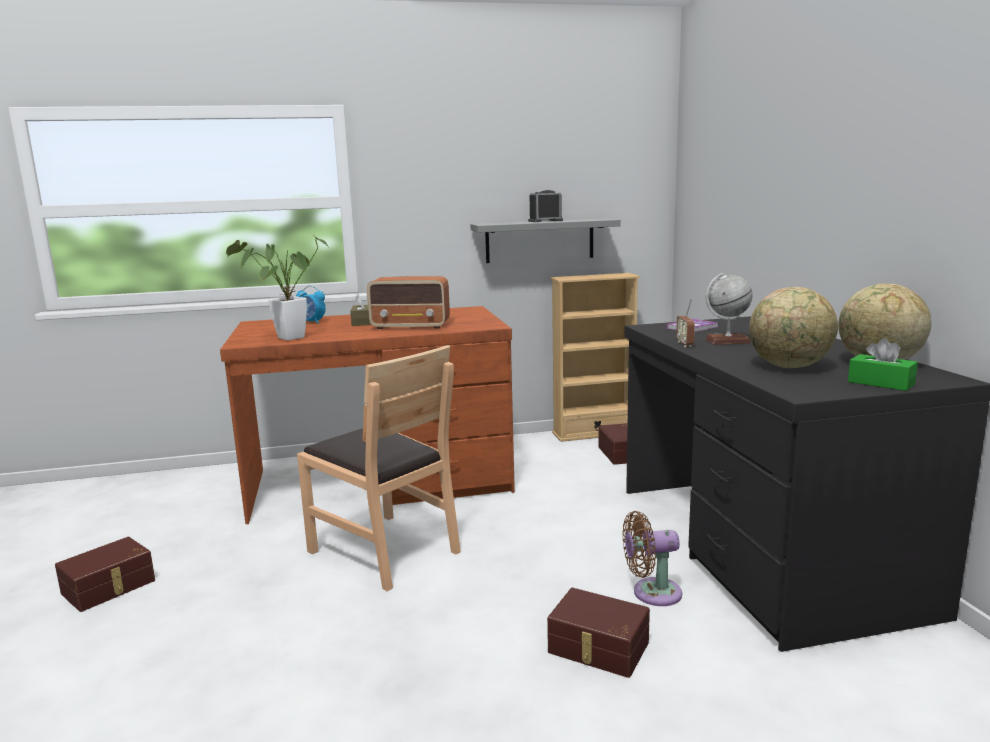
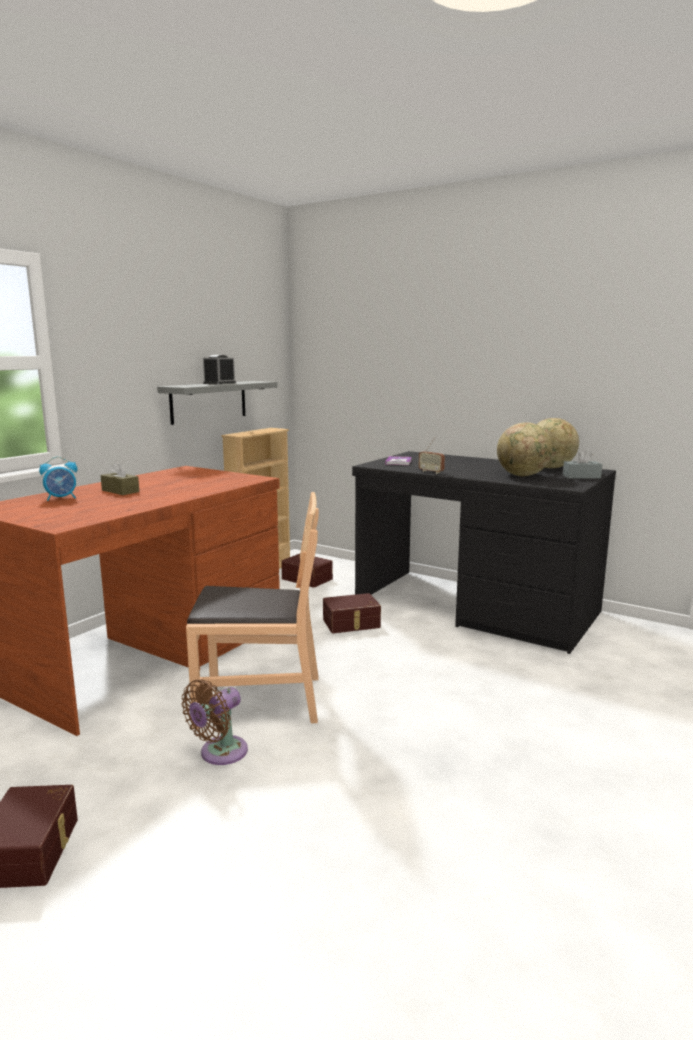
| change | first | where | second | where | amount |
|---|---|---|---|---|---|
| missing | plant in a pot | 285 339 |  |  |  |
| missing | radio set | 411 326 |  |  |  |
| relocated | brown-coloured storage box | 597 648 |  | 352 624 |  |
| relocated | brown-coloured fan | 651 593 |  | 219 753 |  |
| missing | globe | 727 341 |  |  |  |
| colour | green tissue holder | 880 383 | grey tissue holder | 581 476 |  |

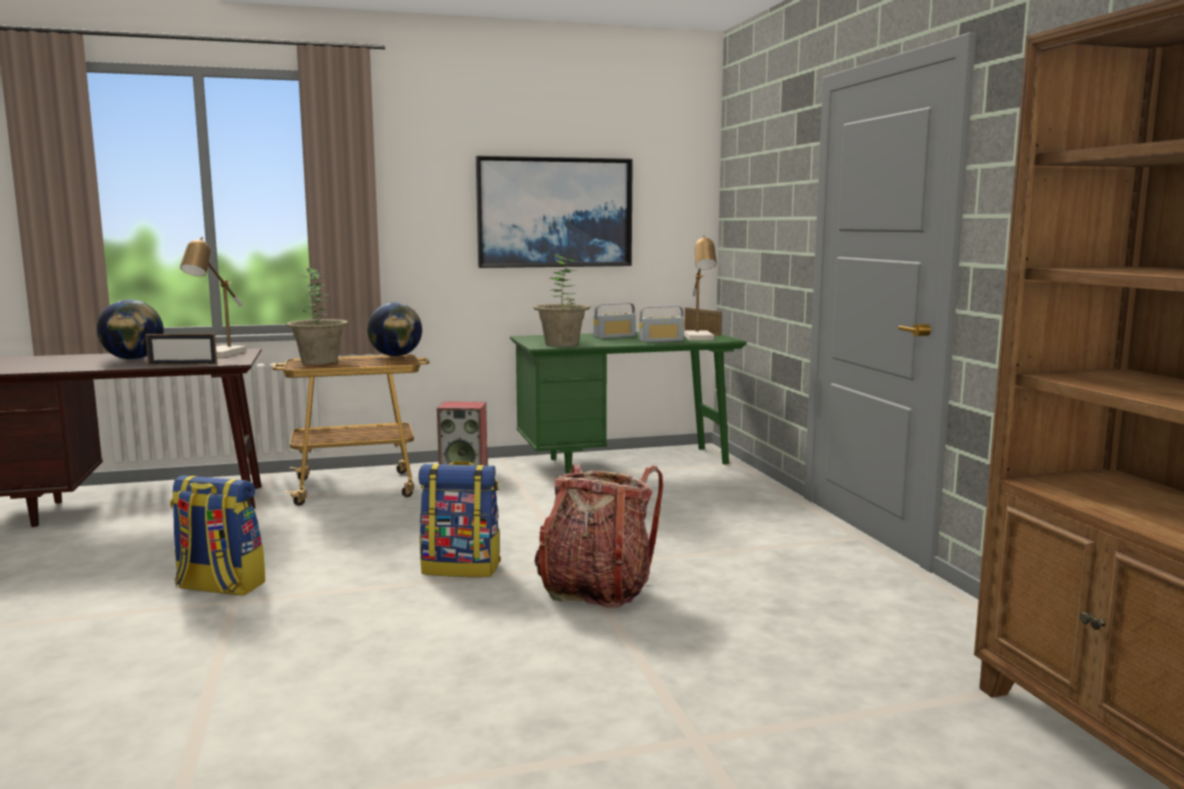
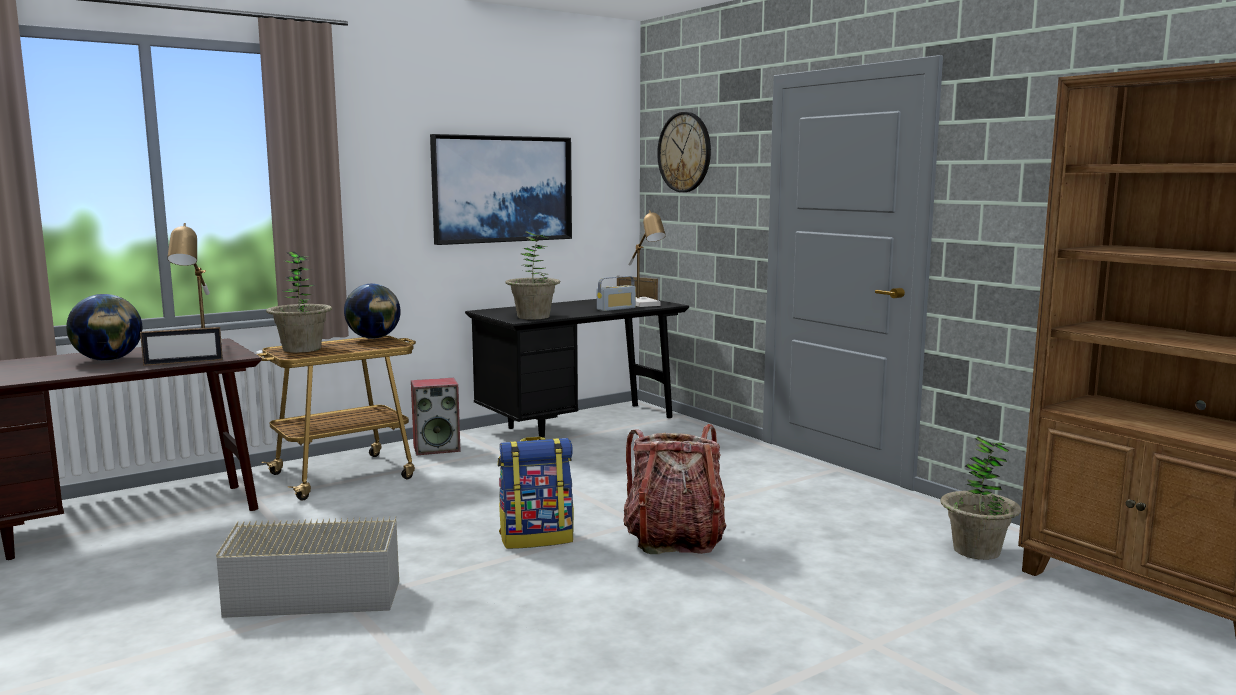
| change | first | where | second | where | amount |
|---|---|---|---|---|---|
| exchanged | backpack | 219 587 | grey storage box | 315 590 |  |
| colour | green desk table | 624 462 | black-coloured desk table | 580 424 |  |
| missing | radio set | 614 336 |  |  |  |
| appeared |  |  | wall clock | 684 152 |  |
| appeared |  |  | plant in a pot | 976 551 |  |

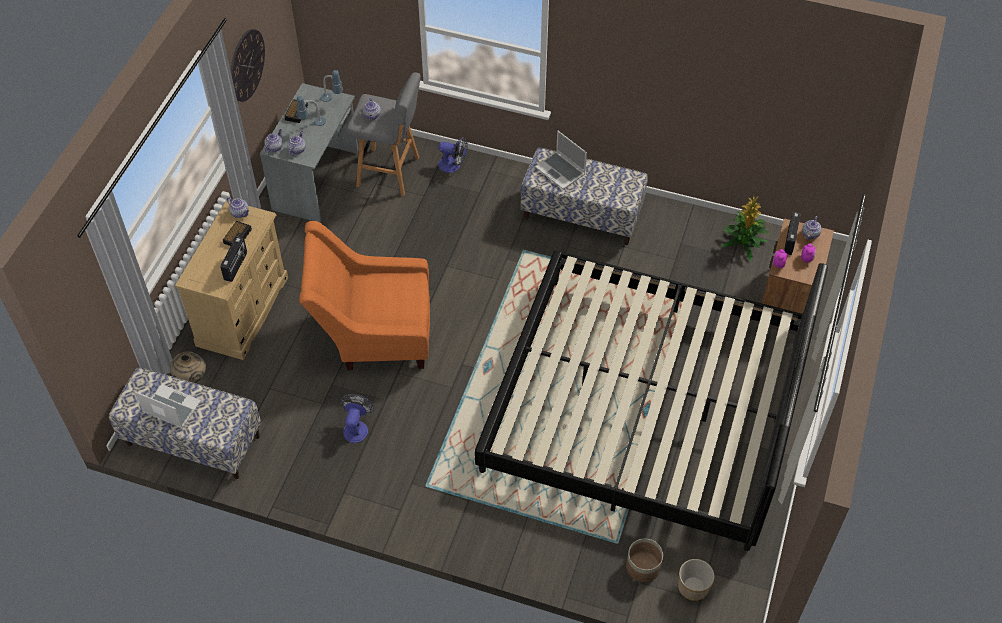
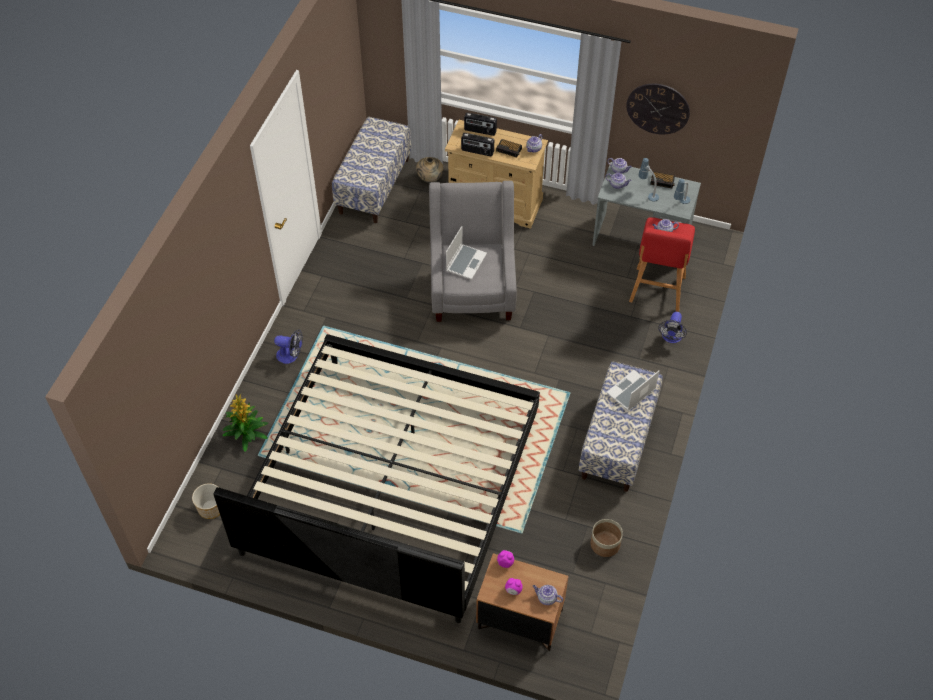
| change | first | where | second | where | amount |
|---|---|---|---|---|---|
| relocated | laptop | 171 408 |  | 466 262 |  |
| colour | orange-coloured lounge chair | 373 334 | grey lounge chair | 472 287 |  |
| relocated | fan | 356 427 |  | 291 356 |  |
| colour | grey sitting stool | 390 172 | reddish sitting stool | 657 291 |  |
| relocated | planter | 643 567 |  | 605 544 |  |
| relocated | plant in a pot | 743 242 |  | 247 433 |  |
| relocated | radio set | 790 240 |  | 480 131 |  |

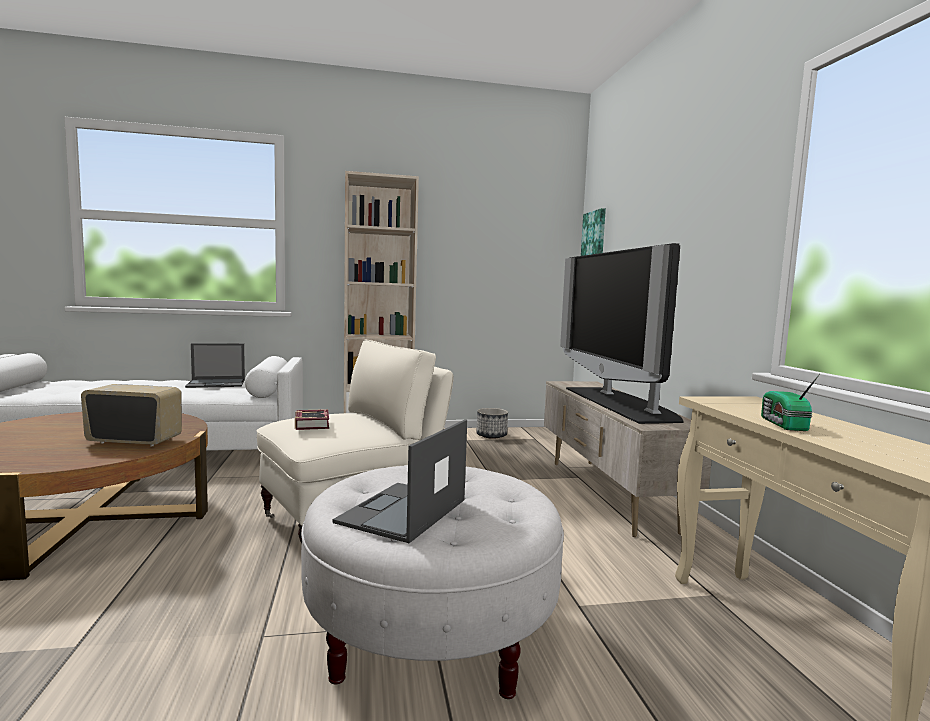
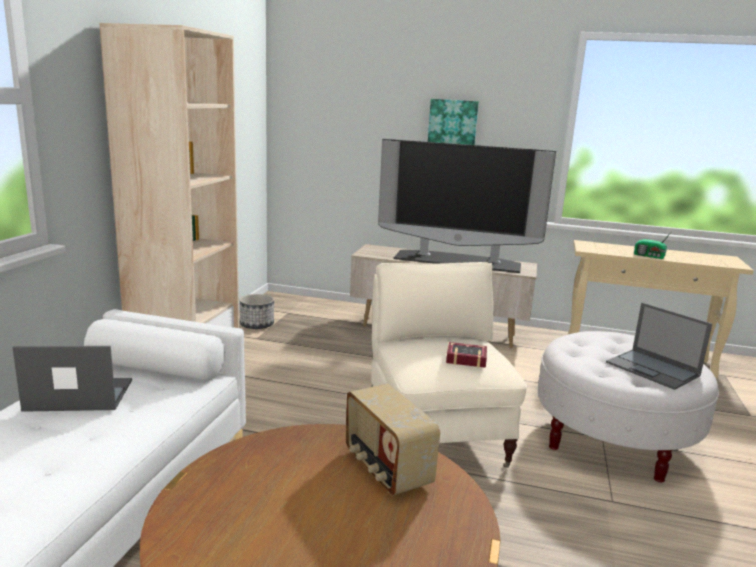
| change | first | where | second | where | amount |
|---|---|---|---|---|---|
| spun | radio set | 135 441 |  | 386 469 | 60 degrees counterclockwise |
| spun | laptop | 217 383 |  | 78 395 | 105 degrees counterclockwise |
| relocated | wall art | 594 234 |  | 453 124 |  |

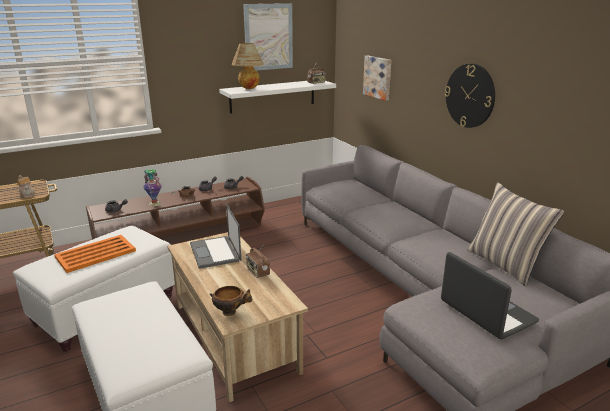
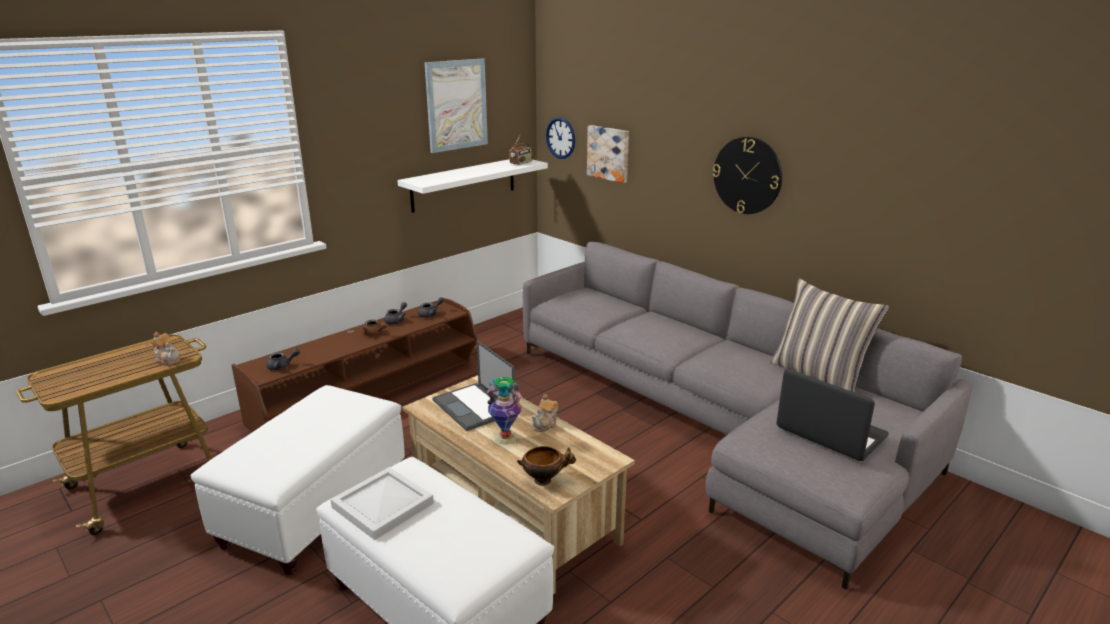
| change | first | where | second | where | amount |
|---|---|---|---|---|---|
| missing | orange-coloured tray | 95 254 |  |  |  |
| relocated | vase | 154 204 |  | 505 438 |  |
| missing | table lamp | 248 89 |  |  |  |
| exchanged | radio set | 257 272 | pot for tea | 545 424 |  |
| appeared |  |  | whitish tray | 382 506 |  |
| appeared |  |  | wall clock | 561 138 |  |

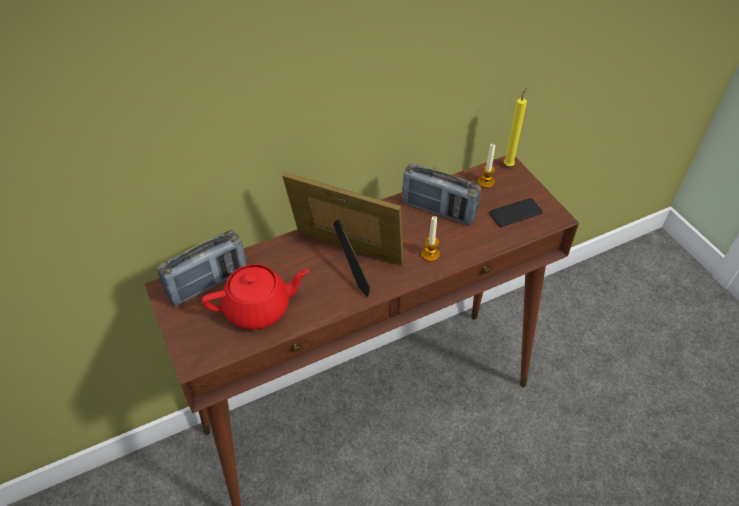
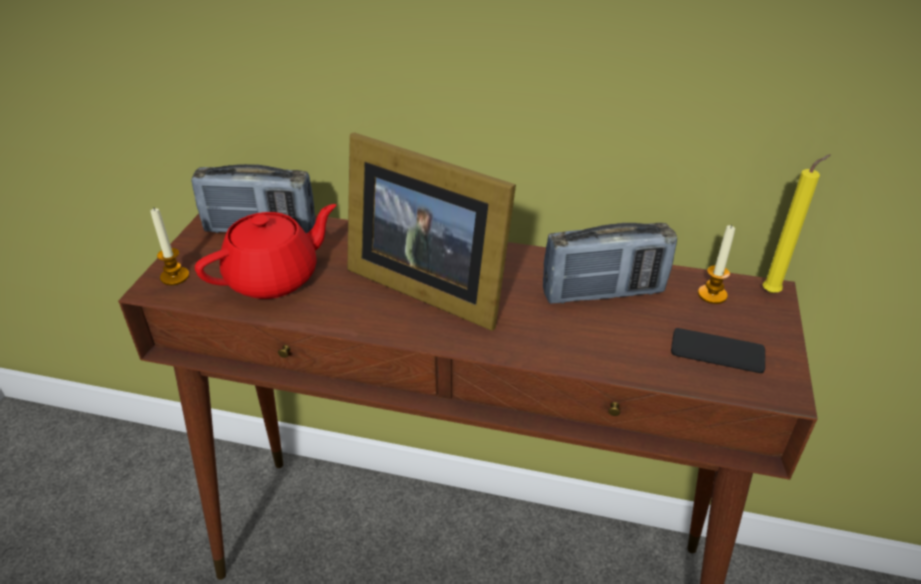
| change | first | where | second | where | amount |
|---|---|---|---|---|---|
| spun | reddish pot for tea | 259 308 |  | 274 278 | 60 degrees counterclockwise |
| spun | photo frame | 347 259 |  | 426 283 | 150 degrees clockwise |
| spun | radio set | 438 210 |  | 603 292 | 75 degrees counterclockwise |
| relocated | wax light | 430 254 |  | 175 277 |  |

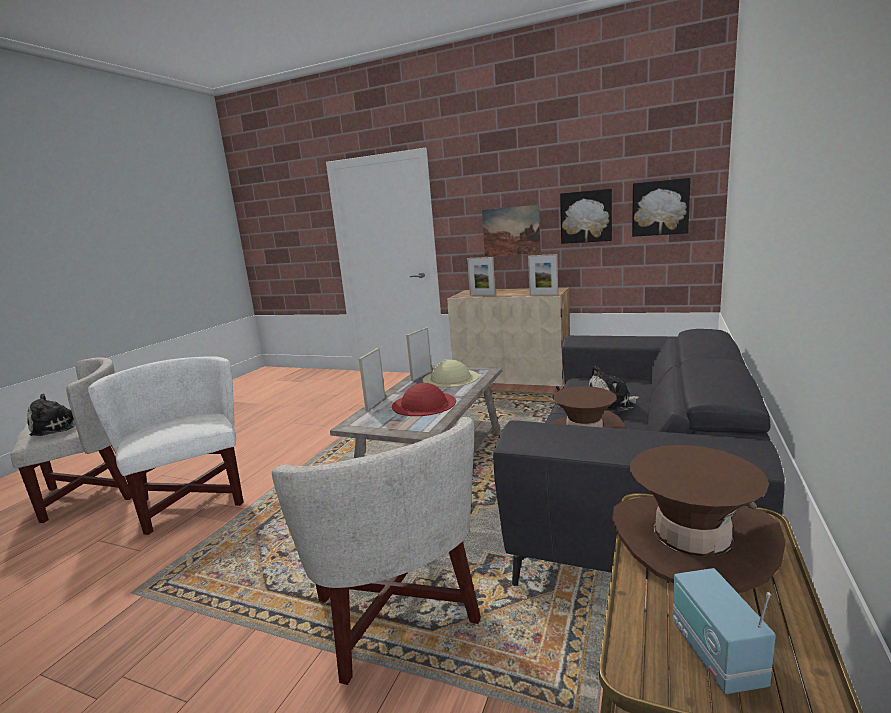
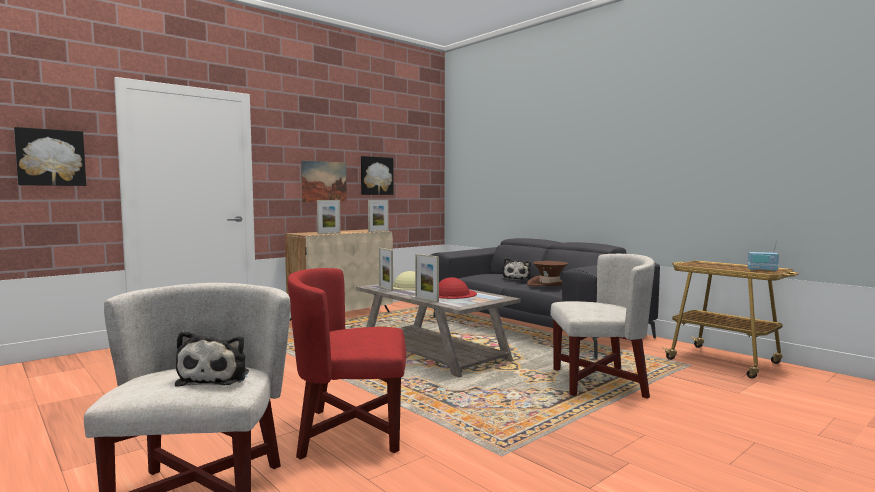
| change | first | where | second | where | amount |
|---|---|---|---|---|---|
| colour | whitish lounge chair | 193 501 | reddish lounge chair | 351 431 |  |
| missing | brown-coloured clothing hat | 692 540 |  |  |  |
| relocated | wall art | 660 208 |  | 51 157 |  |

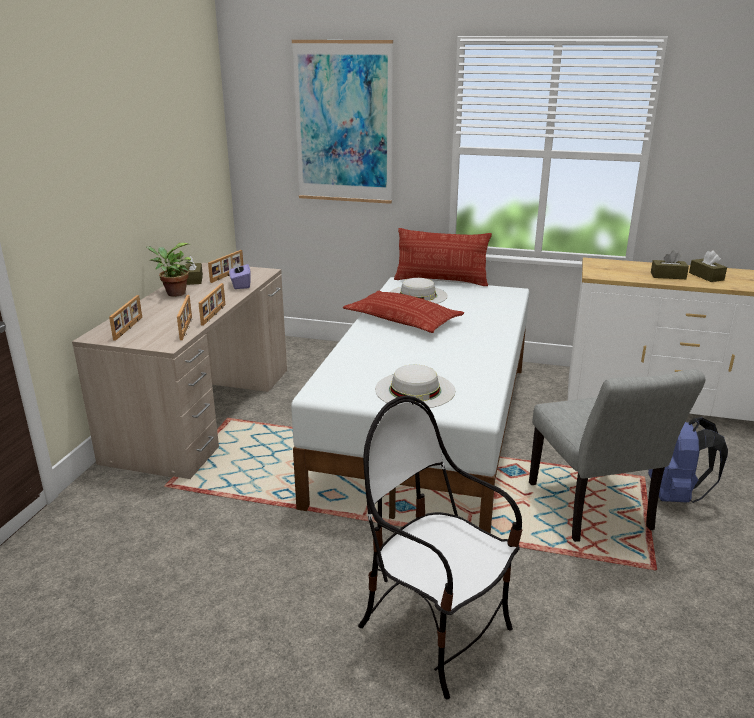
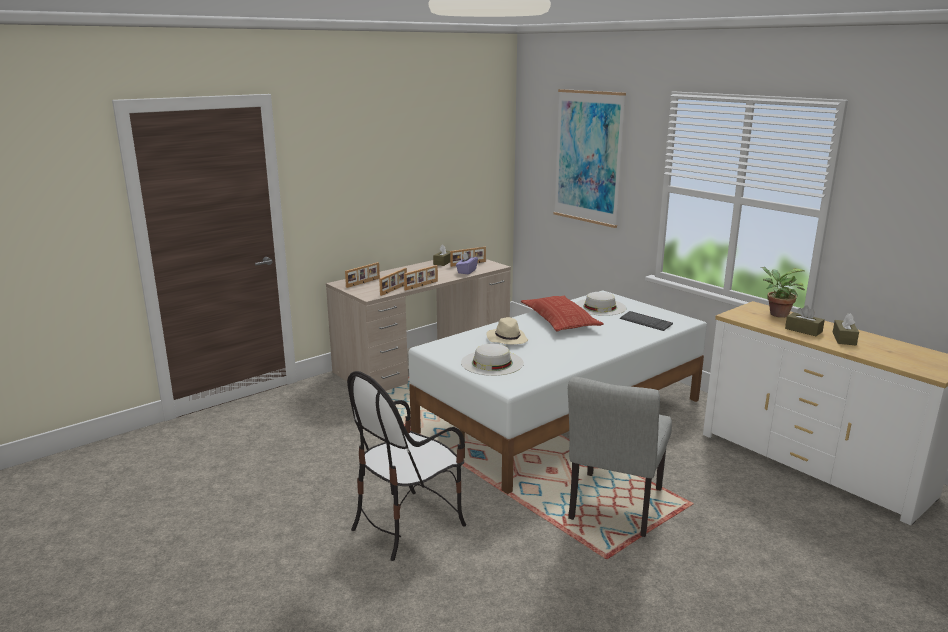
| change | first | where | second | where | amount |
|---|---|---|---|---|---|
| relocated | plant in a pot | 173 293 |  | 776 314 |  |
| spun | plain chair | 435 631 |  | 407 524 | 120 degrees counterclockwise |
| missing | pillow | 441 281 |  |  |  |
| missing | bluish backpack | 676 496 |  |  |  |
| appeared |  |  | beige-coloured clothing hat | 507 339 |  |
| appeared |  |  | computer keyboard | 646 322 |  |

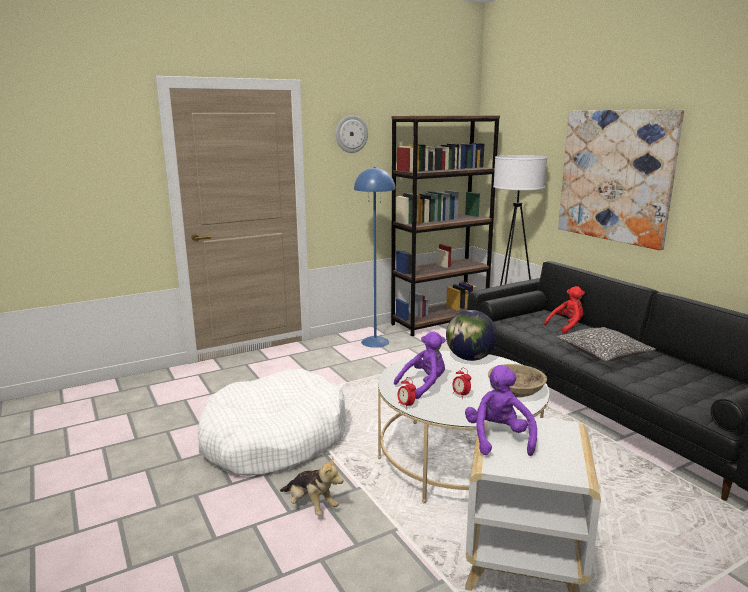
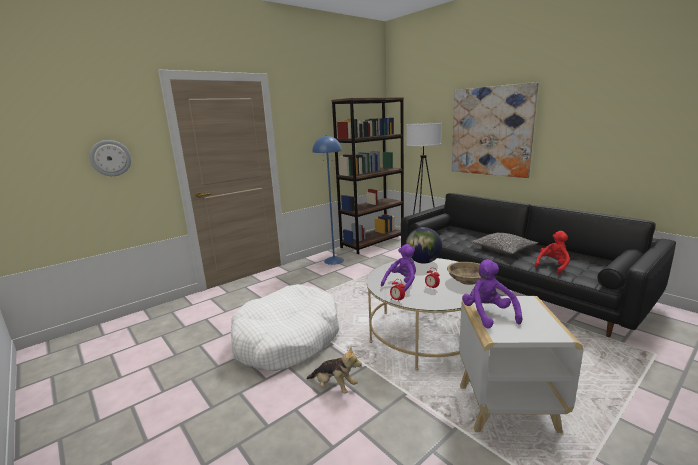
| change | first | where | second | where | amount |
|---|---|---|---|---|---|
| relocated | wall clock | 351 134 |  | 110 158 |  |
| relocated | reddish plush toy | 566 326 |  | 553 266 |  |

